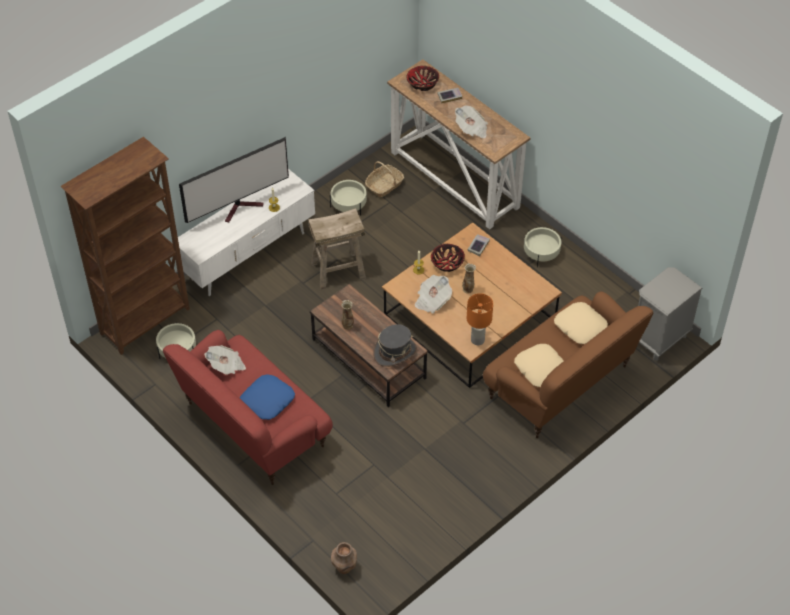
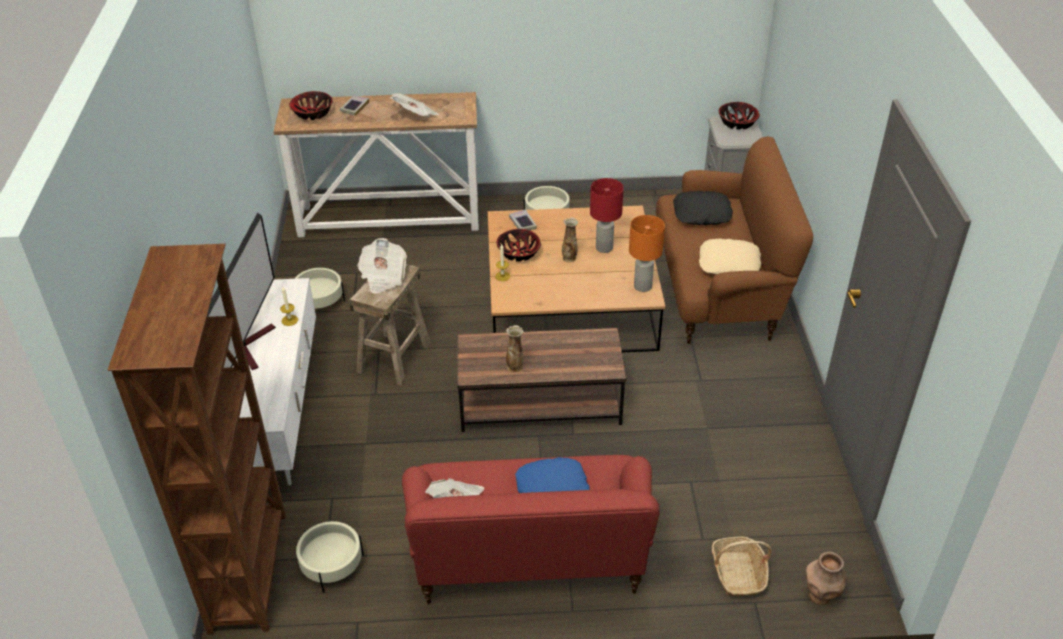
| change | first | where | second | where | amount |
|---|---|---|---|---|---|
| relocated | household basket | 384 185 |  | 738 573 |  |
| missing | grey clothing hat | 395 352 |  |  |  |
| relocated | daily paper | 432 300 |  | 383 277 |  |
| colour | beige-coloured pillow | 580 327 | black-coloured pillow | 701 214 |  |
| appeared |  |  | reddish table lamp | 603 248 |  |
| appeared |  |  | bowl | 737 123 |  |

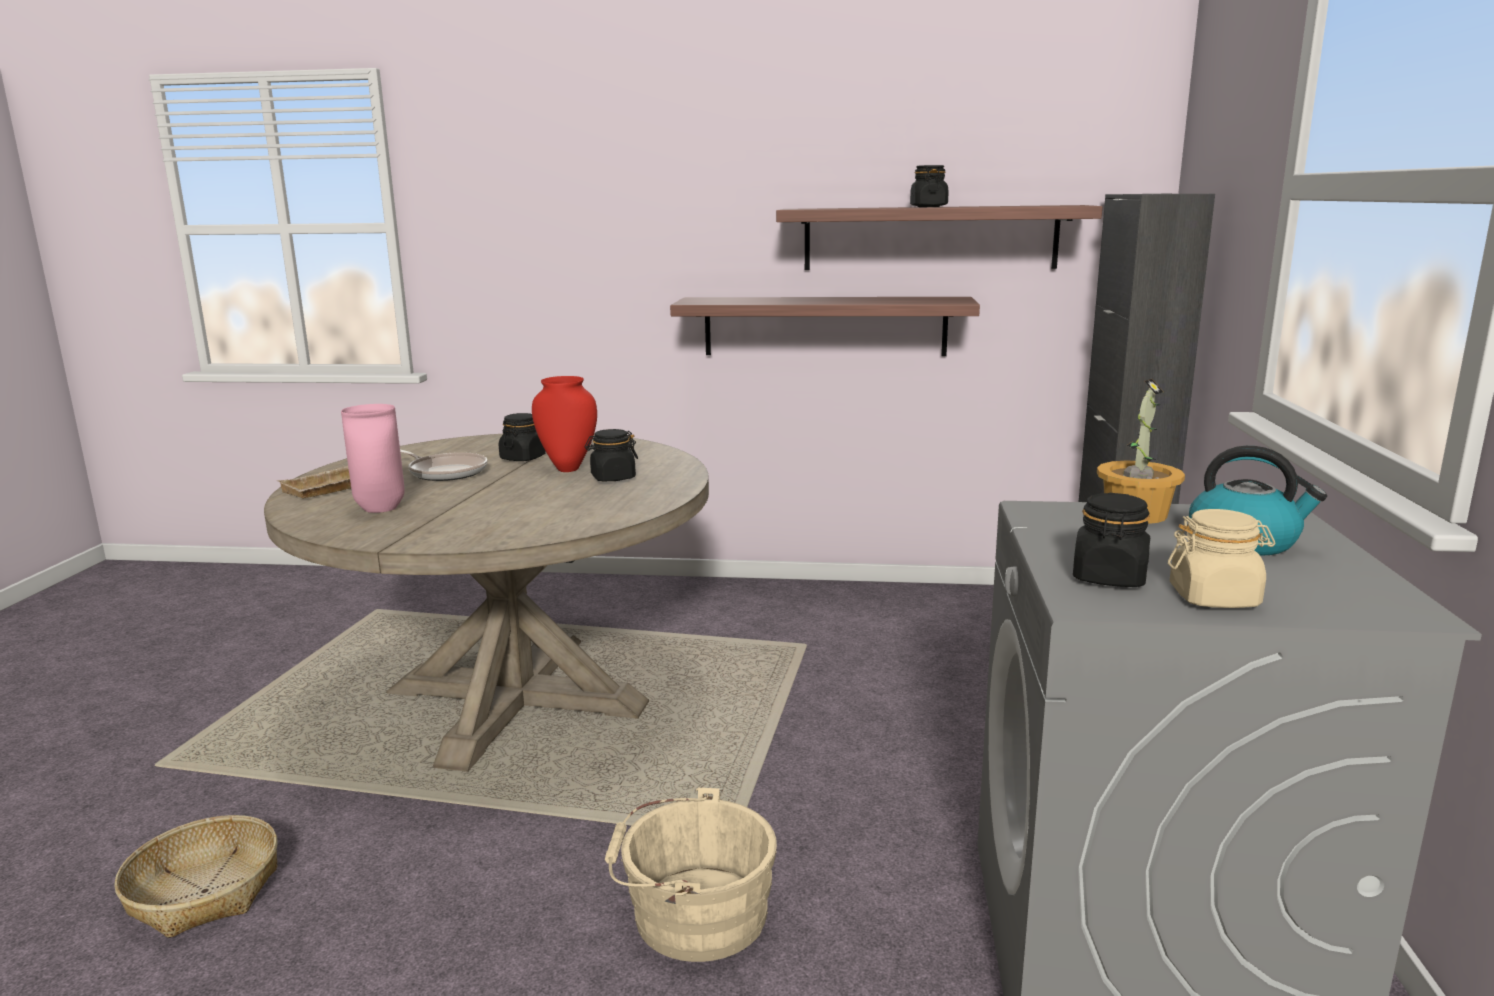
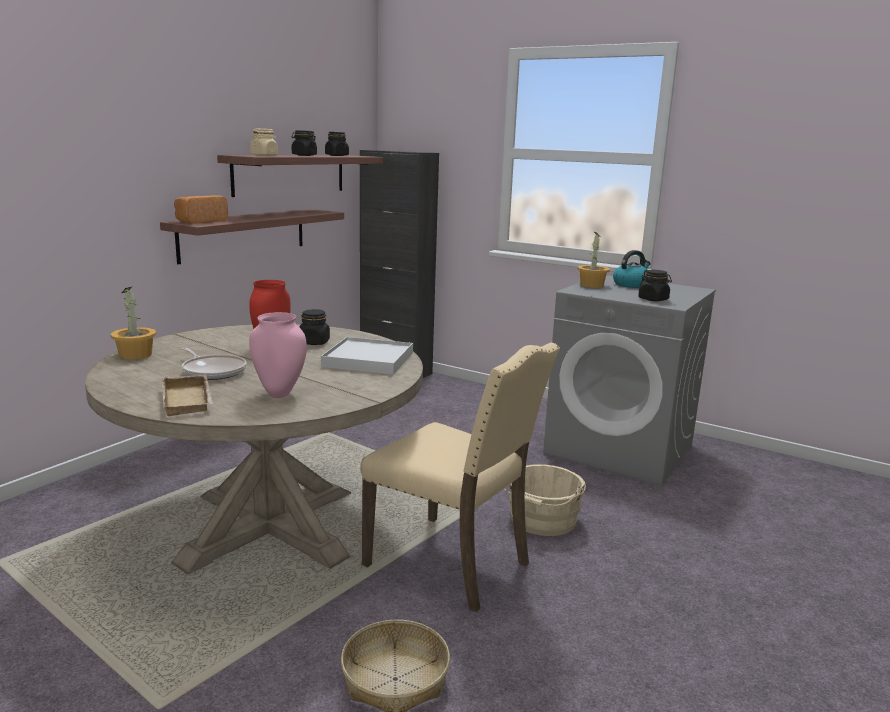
| change | first | where | second | where | amount |
|---|---|---|---|---|---|
| spun | skillet | 446 472 |  | 213 371 | 75 degrees clockwise |
| relocated | black-coloured preserve jar | 523 458 |  | 336 155 |  |
| relocated | beige-coloured preserve jar | 1214 598 |  | 264 155 |  |
| appeared |  |  | plant in a pot | 136 355 |  |
| appeared |  |  | bakery bread | 200 221 |  |
| appeared |  |  | whitish tray | 368 360 |  |
| appeared |  |  | beige-coloured plain chair | 452 564 |  |

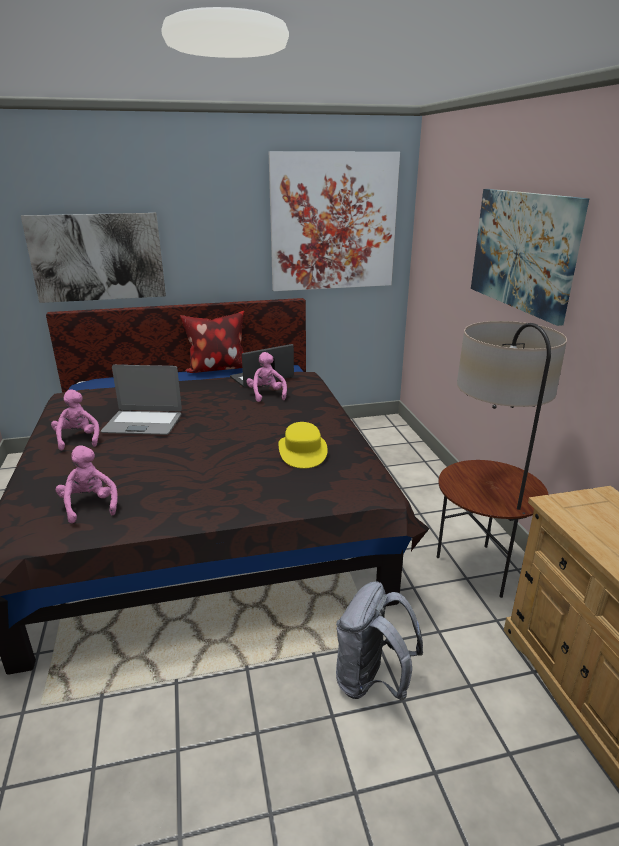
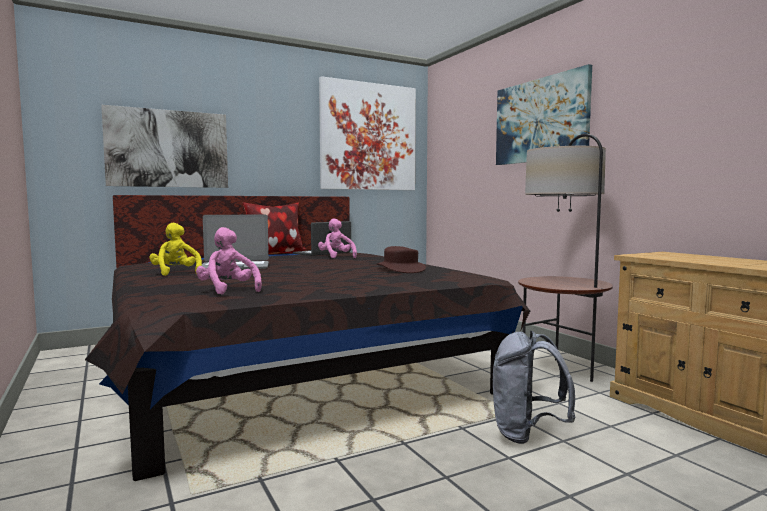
| change | first | where | second | where | amount |
|---|---|---|---|---|---|
| colour | pinkish plush toy | 78 439 | yellow plush toy | 176 273 |  |
| colour | yellow clothing hat | 302 451 | brown-coloured clothing hat | 400 269 |  |

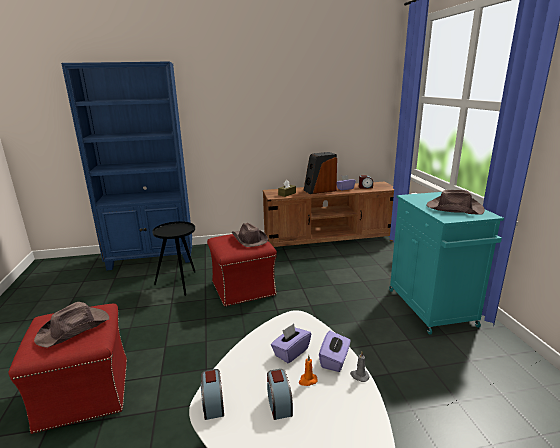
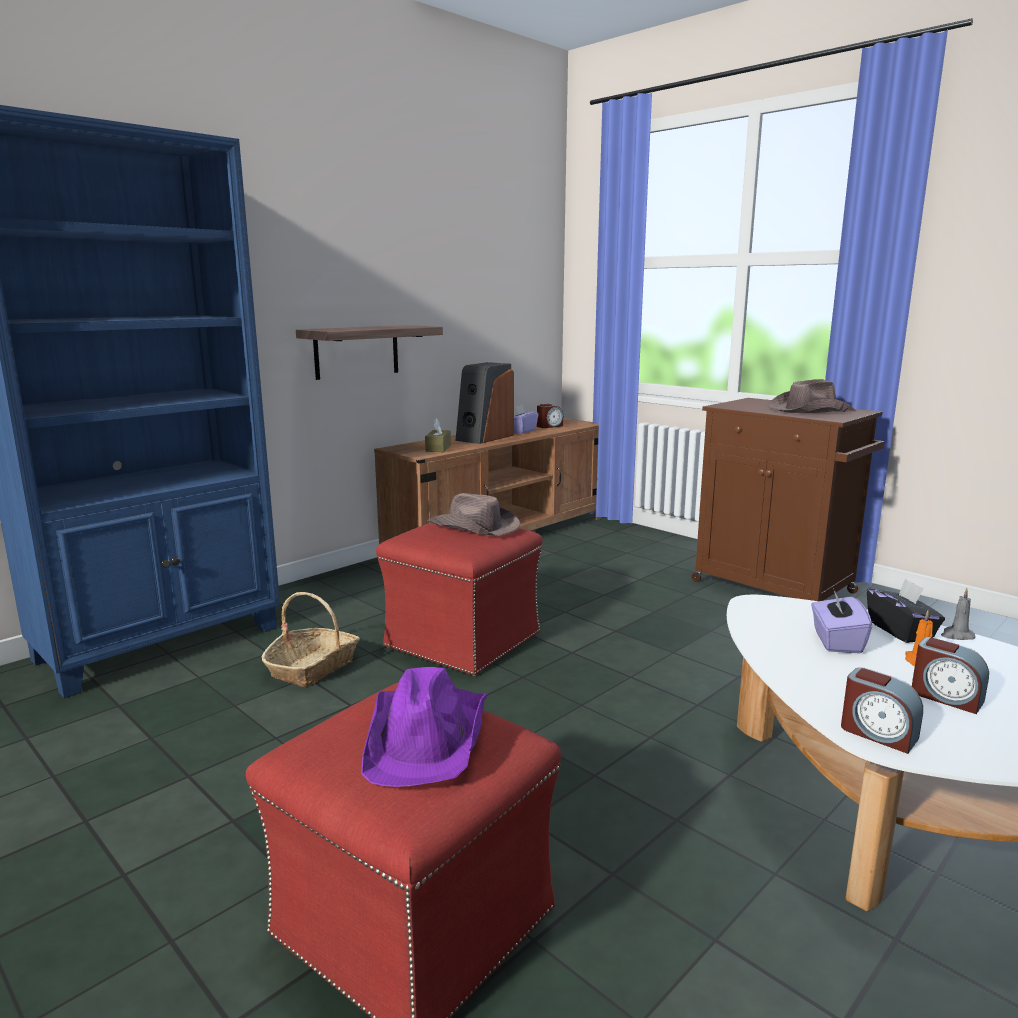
| change | first | where | second | where | amount |
|---|---|---|---|---|---|
| colour | brown-coloured clothing hat | 74 328 | purplish clothing hat | 428 736 |  |
| exchanged | black-coloured end table | 181 282 | household basket | 313 667 |  |
| colour | purplish tissue holder | 334 360 | black-coloured tissue holder | 901 631 |  |
| colour | turquoise cupboard | 432 308 | brown-coloured cupboard | 776 588 |  |
| appeared |  |  | bracket shelf | 357 351 |  |

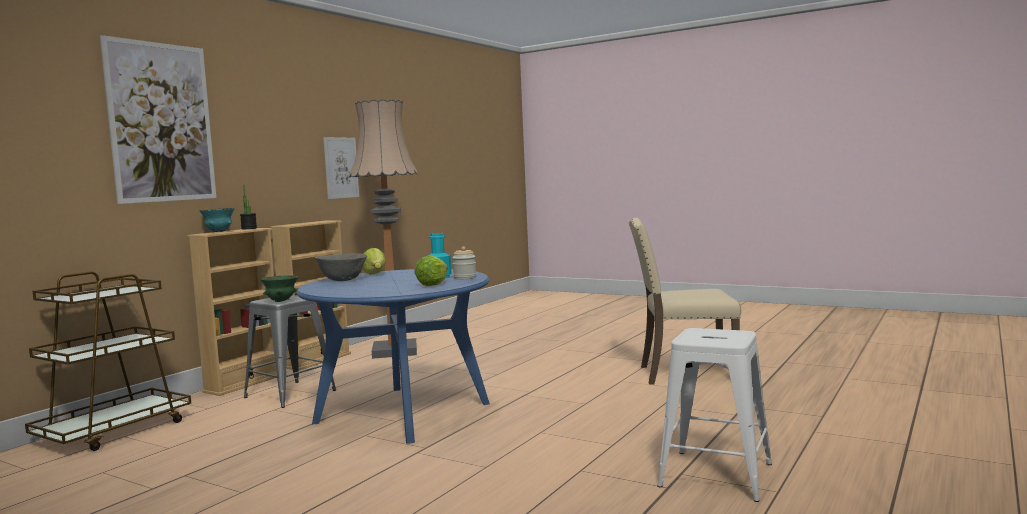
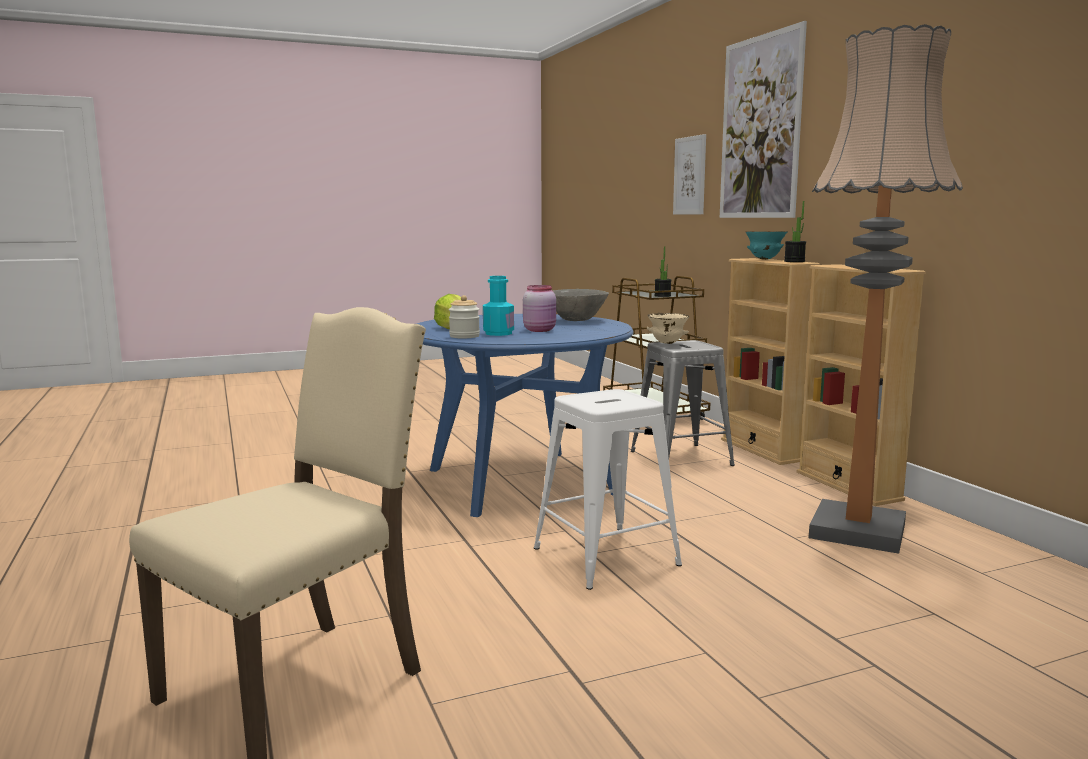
| change | first | where | second | where | amount |
|---|---|---|---|---|---|
| colour | green bowl | 281 301 | beige-coloured bowl | 667 343 |  |
| relocated | wall art | 341 168 |  | 690 175 |  |
| missing | lettuce head | 375 274 |  |  |  |
| relocated | whitish sitting stool | 715 475 |  | 606 556 |  |
| appeared |  |  | pinkish preserve jar | 540 330 |  |
| appeared |  |  | plant in a pot | 662 296 |  |

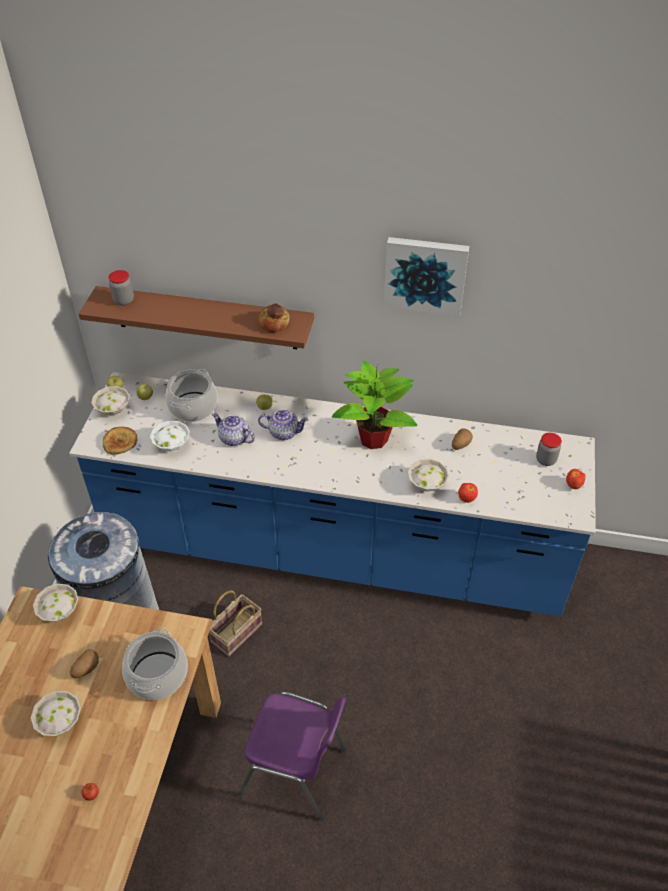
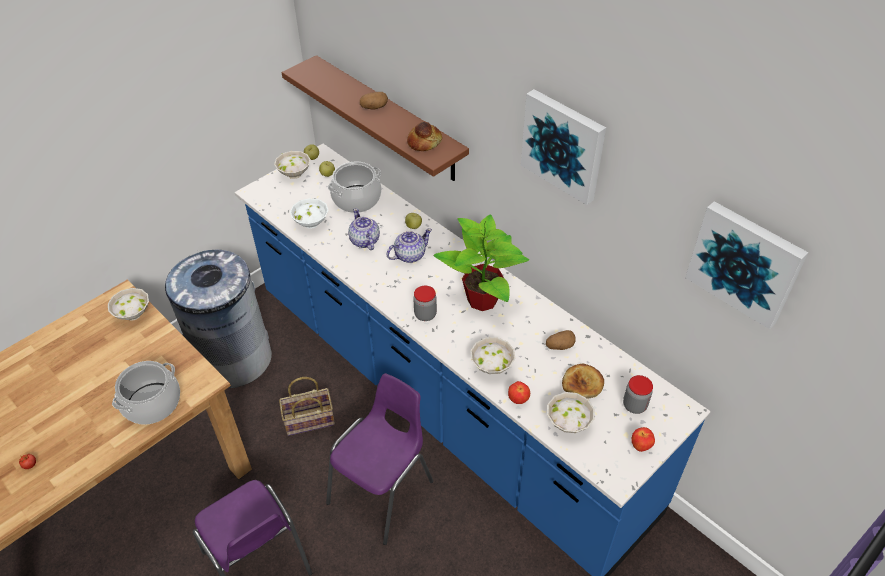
| change | first | where | second | where | amount |
|---|---|---|---|---|---|
| relocated | whitish bowl | 62 723 |  | 569 424 |  |
| relocated | potato | 86 669 |  | 374 107 |  |
| relocated | bakery bread | 120 442 |  | 582 383 |  |
| relocated | preserve jar | 124 300 |  | 425 314 |  |
| spun | pot for tea | 283 432 |  | 409 255 | 75 degrees counterclockwise |
| appeared |  |  | purplish plain chair | 383 491 |  |
| appeared |  |  | wall art | 745 262 |  |

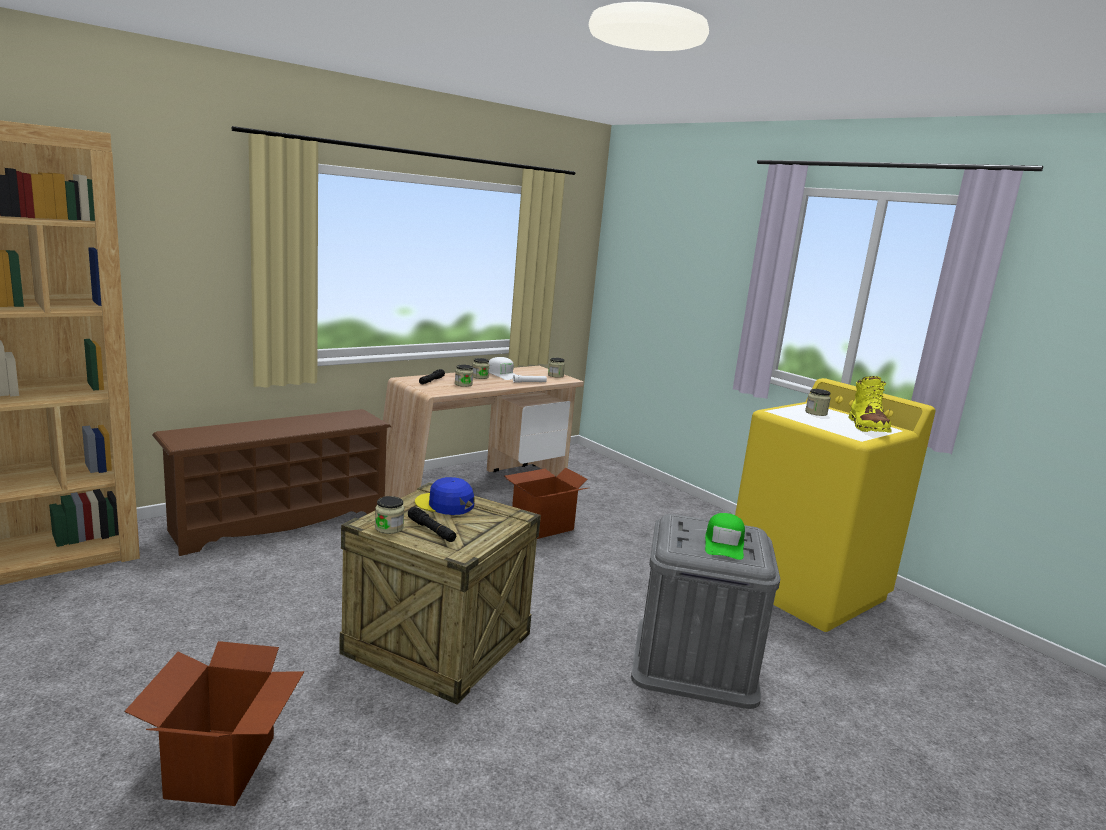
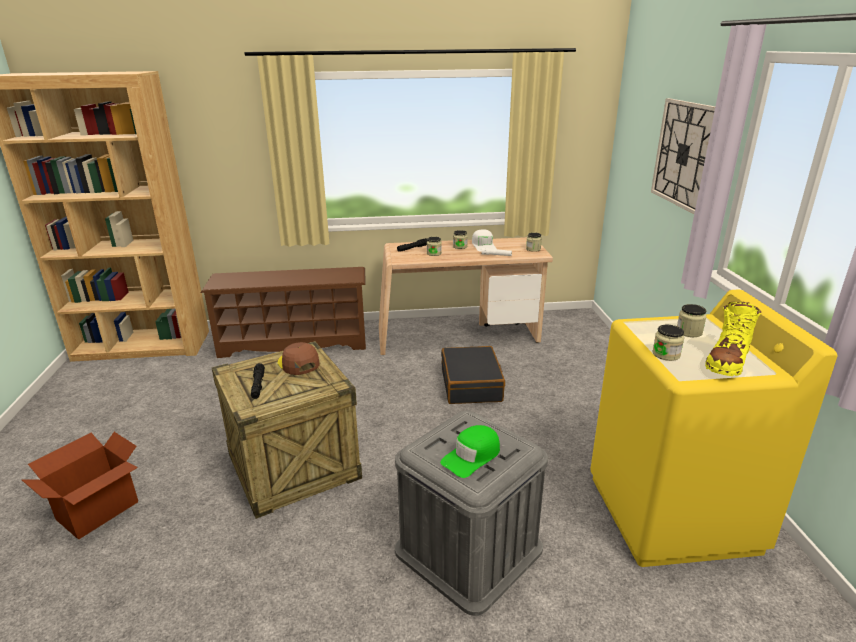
| change | first | where | second | where | amount |
|---|---|---|---|---|---|
| relocated | preserve jar | 389 528 |  | 666 354 |  |
| colour | bluish peaked cap | 445 504 | brown-coloured peaked cap | 298 363 |  |
| exchanged | packing box | 541 527 | black-coloured travel case | 471 385 |  |
| appeared |  |  | wall clock | 684 154 |  |

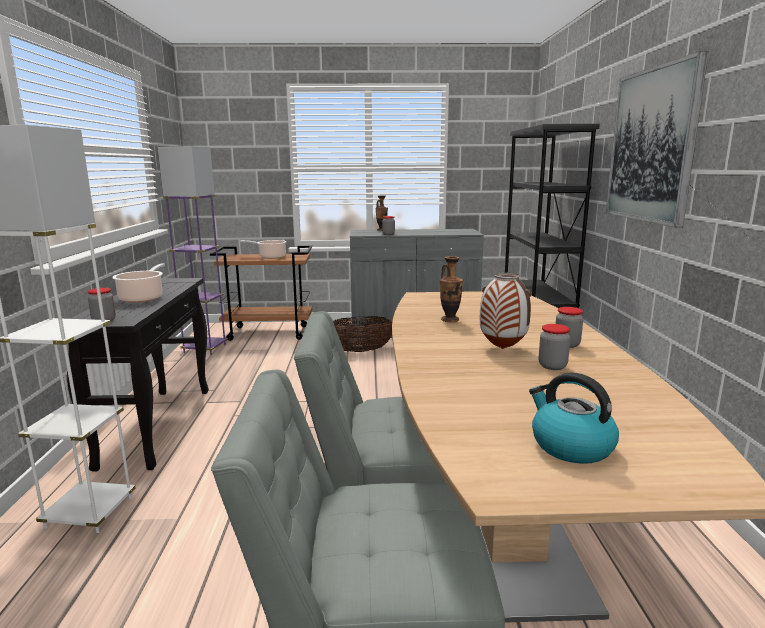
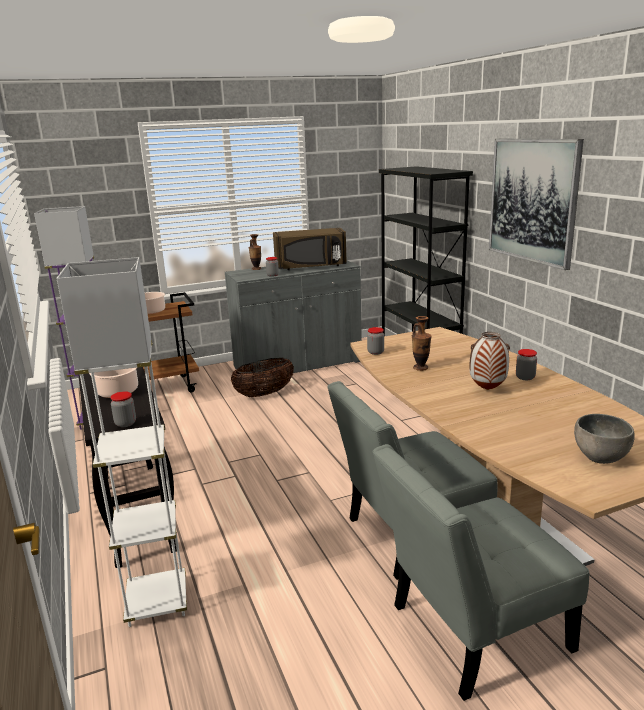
| change | first | where | second | where | amount |
|---|---|---|---|---|---|
| exchanged | kettle | 570 446 | grey bowl | 600 457 |  |
| relocated | preserve jar | 552 366 |  | 375 352 |  |
| appeared |  |  | brown-coloured kitchen microwave | 311 266 |  |

